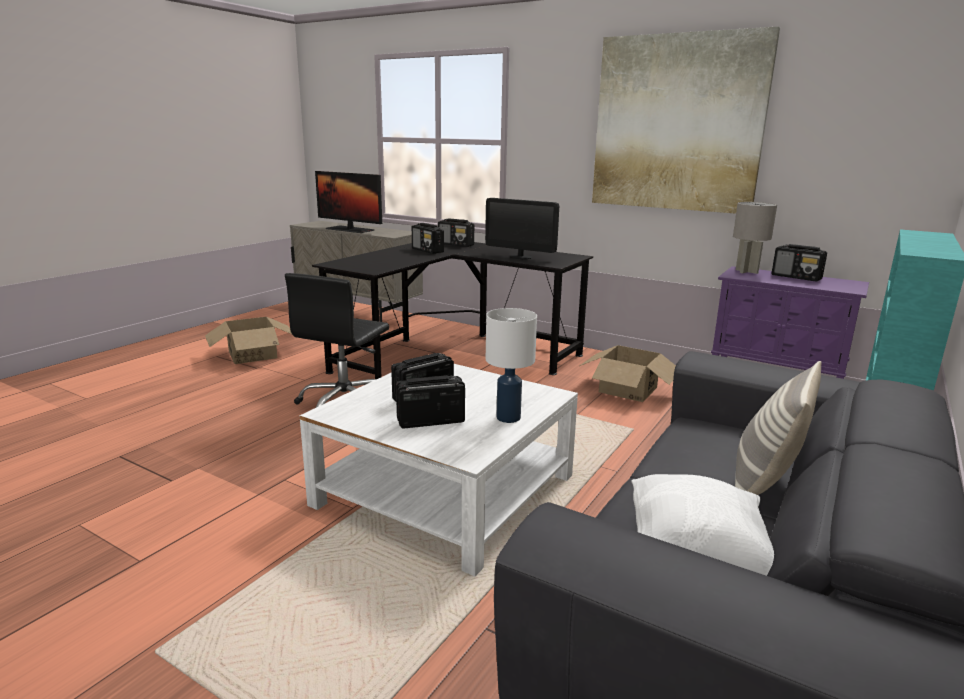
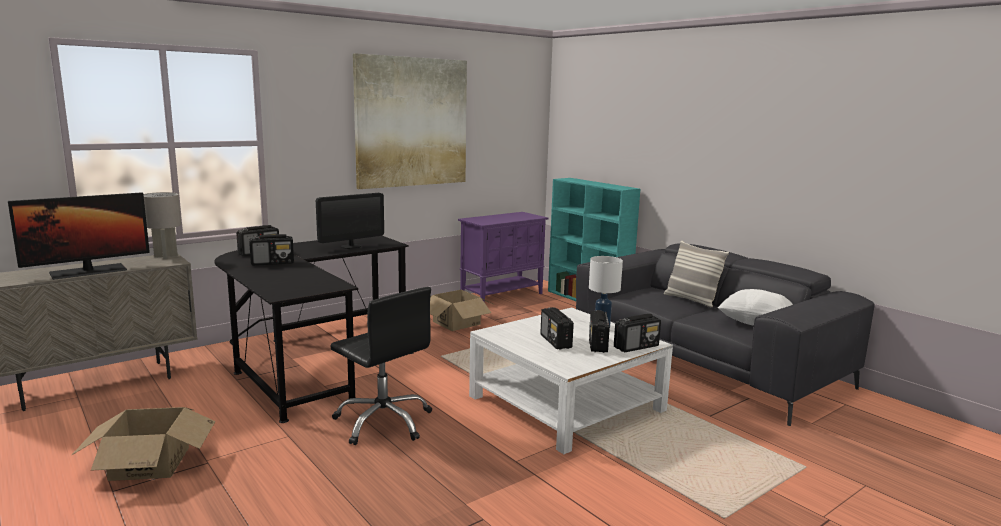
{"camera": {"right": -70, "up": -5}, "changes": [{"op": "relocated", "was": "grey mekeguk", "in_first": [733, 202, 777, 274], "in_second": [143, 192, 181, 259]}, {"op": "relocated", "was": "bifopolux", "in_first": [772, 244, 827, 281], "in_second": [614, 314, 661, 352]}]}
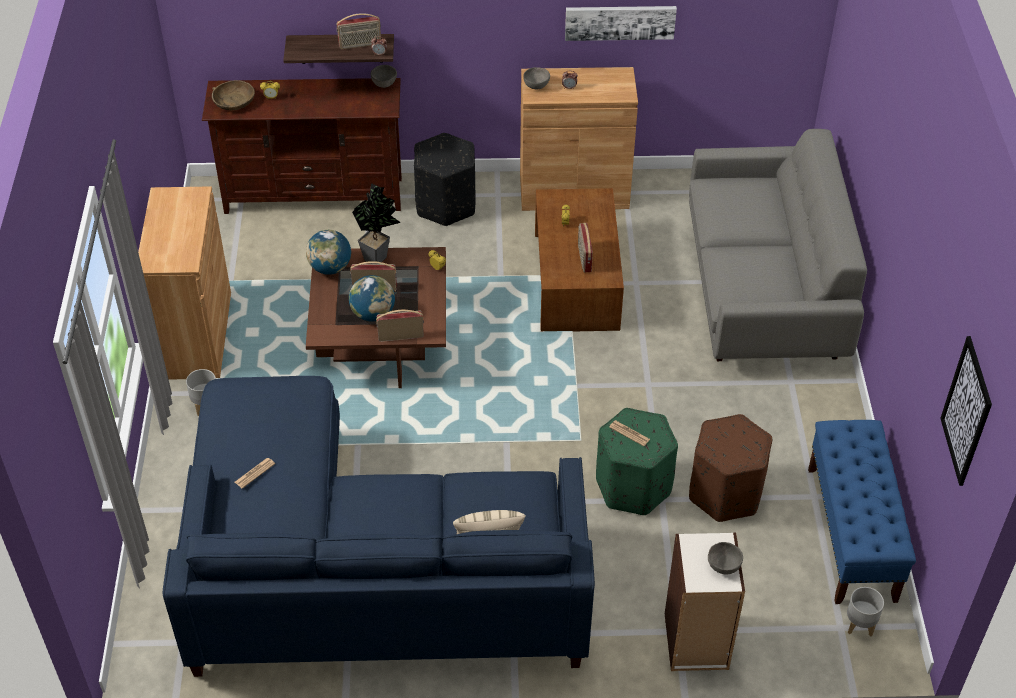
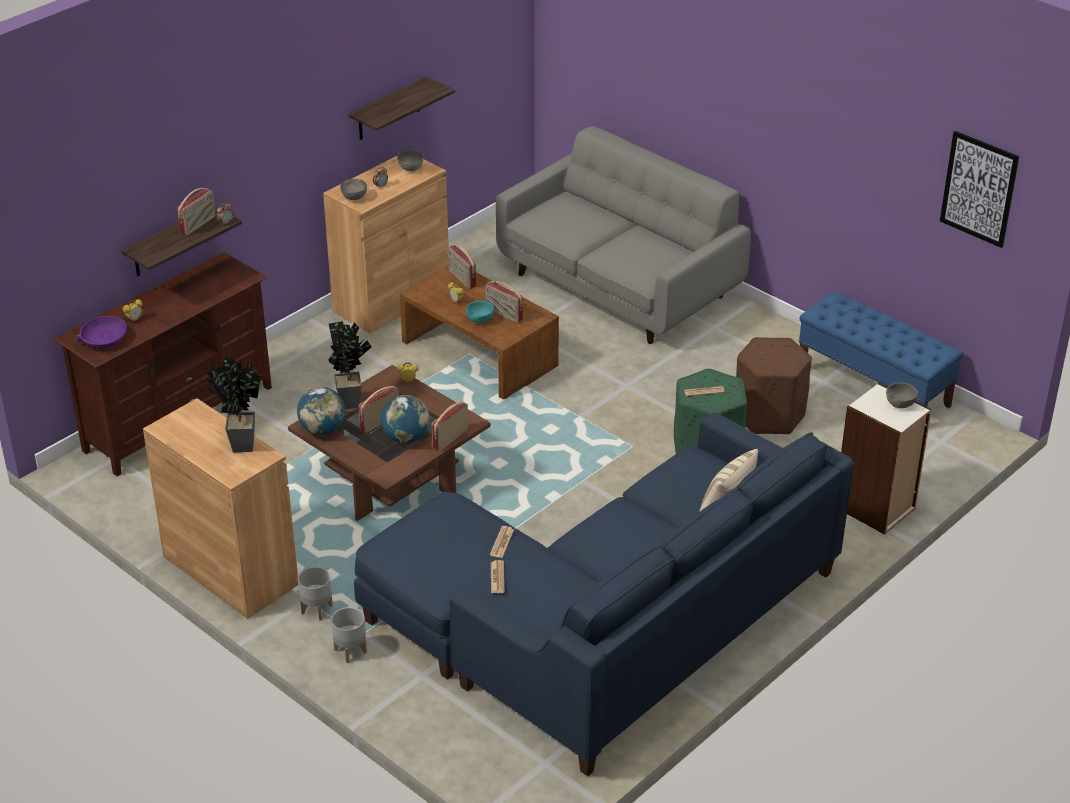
{"camera": {"right": -45, "up": -10}, "changes": [{"op": "colour", "was": "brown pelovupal", "now": "purple pelovupal", "in_first": [212, 80, 255, 110], "in_second": [76, 316, 127, 349]}, {"op": "relocated", "was": "grey pelovupal", "in_first": [371, 65, 397, 88], "in_second": [397, 150, 423, 171]}, {"op": "missing", "was": "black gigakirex", "in_first": [414, 133, 475, 226]}, {"op": "exchanged", "was": "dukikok", "now": "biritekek", "in_first": [565, 6, 677, 41], "in_second": [348, 77, 455, 140]}, {"op": "relocated", "was": "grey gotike", "in_first": [847, 587, 884, 637], "in_second": [331, 607, 367, 663]}, {"op": "appeared", "now": "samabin", "in_second": [207, 356, 261, 452]}, {"op": "appeared", "now": "bifopolux", "in_second": [448, 245, 476, 289]}, {"op": "appeared", "now": "turquoise pelovupal", "in_second": [466, 301, 494, 323]}, {"op": "appeared", "now": "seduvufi", "in_second": [490, 526, 514, 558]}]}
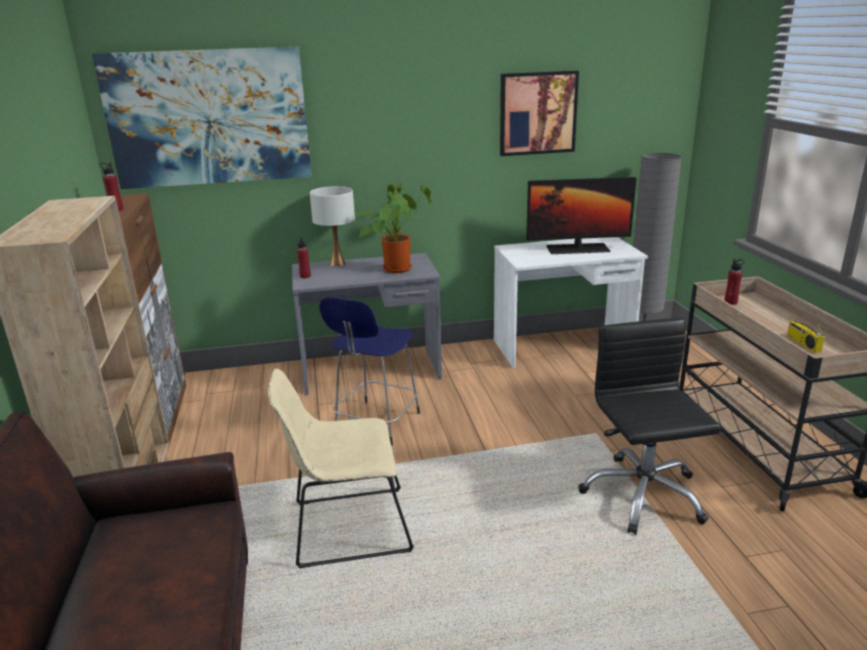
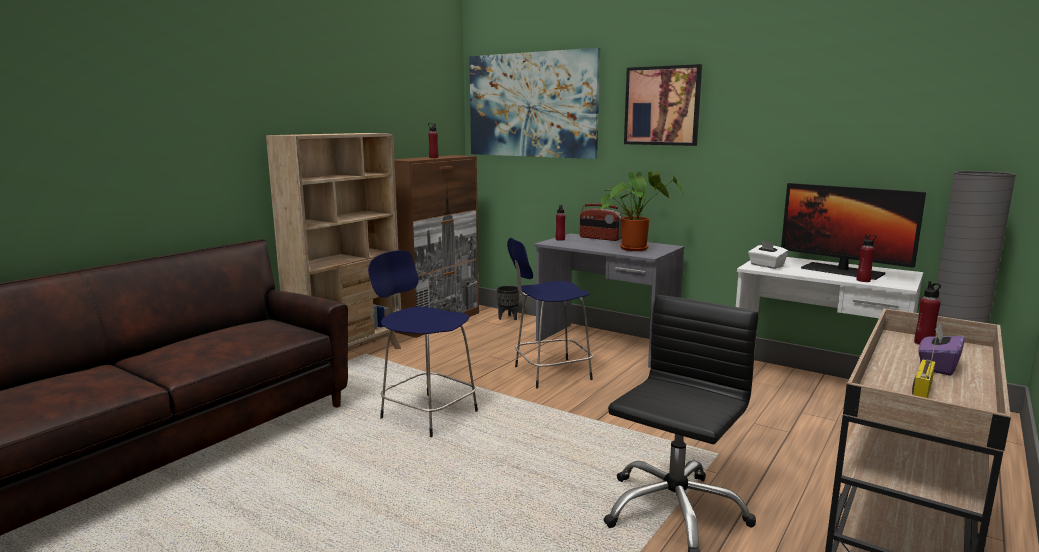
{"camera": {"right": 45, "up": -10}, "changes": [{"op": "exchanged", "was": "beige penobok", "now": "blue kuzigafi", "in_first": [268, 368, 414, 568], "in_second": [368, 250, 478, 437]}, {"op": "exchanged", "was": "white mekeguk", "now": "bifopolux", "in_first": [310, 186, 355, 266], "in_second": [580, 203, 623, 241]}, {"op": "relocated", "was": "dukikok", "in_first": [500, 70, 579, 156], "in_second": [624, 64, 702, 146]}, {"op": "appeared", "now": "black gotike", "in_second": [497, 286, 519, 320]}, {"op": "appeared", "now": "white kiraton", "in_second": [748, 240, 788, 269]}, {"op": "appeared", "now": "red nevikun", "in_second": [857, 234, 877, 282]}, {"op": "appeared", "now": "purple kiraton", "in_second": [918, 324, 965, 376]}]}
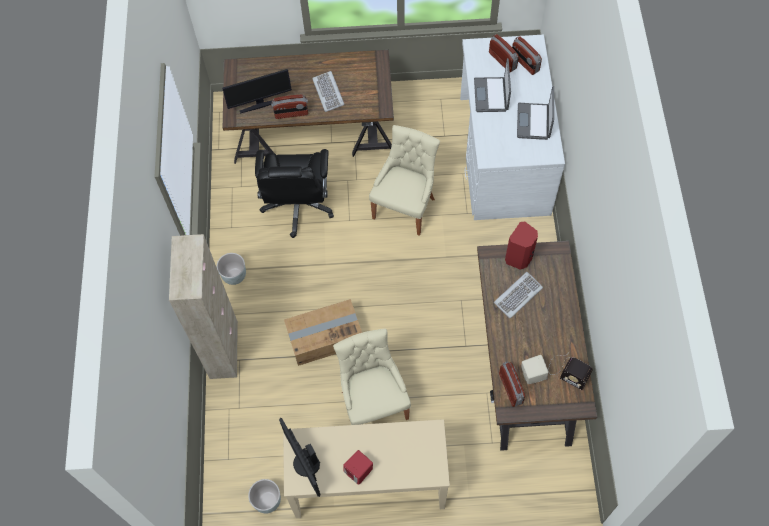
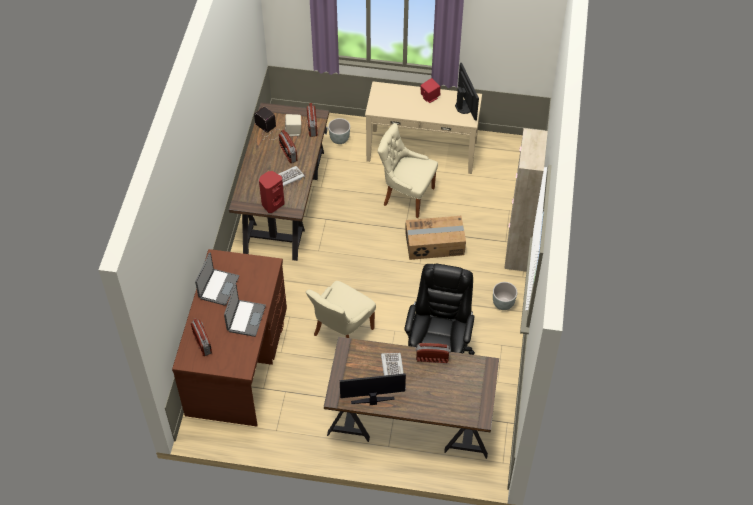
{"camera": {"right": -170, "up": -10}, "changes": [{"op": "relocated", "was": "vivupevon", "in_first": [222, 69, 292, 114], "in_second": [340, 373, 406, 405]}, {"op": "relocated", "was": "grey gotike", "in_first": [248, 479, 281, 514], "in_second": [328, 118, 350, 144]}, {"op": "spun", "was": "beige penobok", "in_first": [333, 329, 411, 425], "in_second": [378, 123, 438, 218], "clockwise": 120}, {"op": "colour", "was": "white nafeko", "now": "brown nafeko", "in_first": [460, 35, 565, 220], "in_second": [172, 249, 287, 427]}, {"op": "relocated", "was": "bifopolux", "in_first": [489, 34, 519, 72], "in_second": [279, 130, 297, 163]}]}
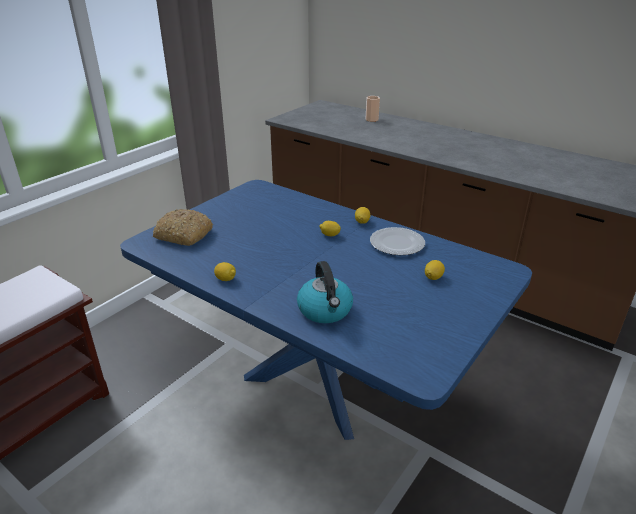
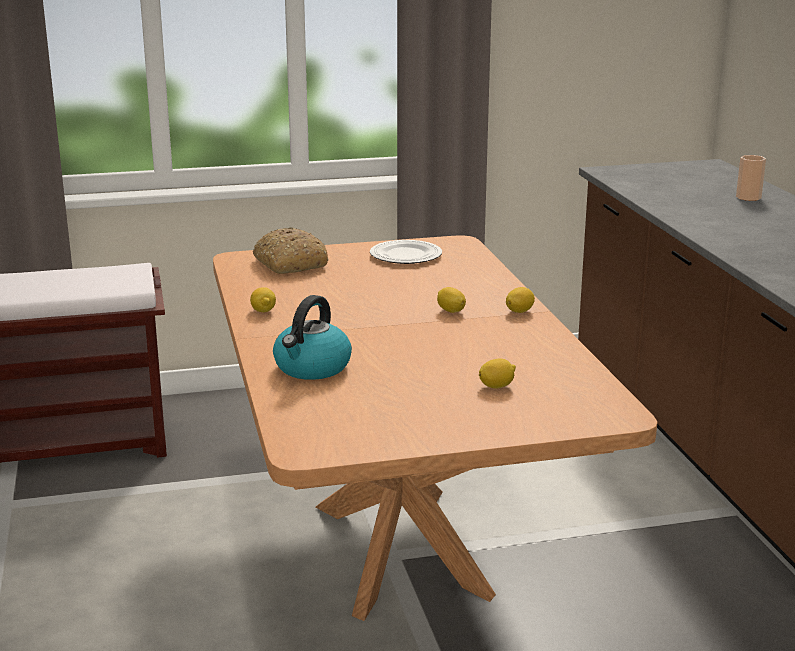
{"camera": {"right": 40, "up": -10}, "changes": [{"op": "colour", "was": "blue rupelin", "now": "brown rupelin", "in_first": [120, 180, 532, 440], "in_second": [213, 235, 657, 621]}, {"op": "relocated", "was": "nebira", "in_first": [370, 227, 425, 255], "in_second": [370, 240, 442, 264]}]}
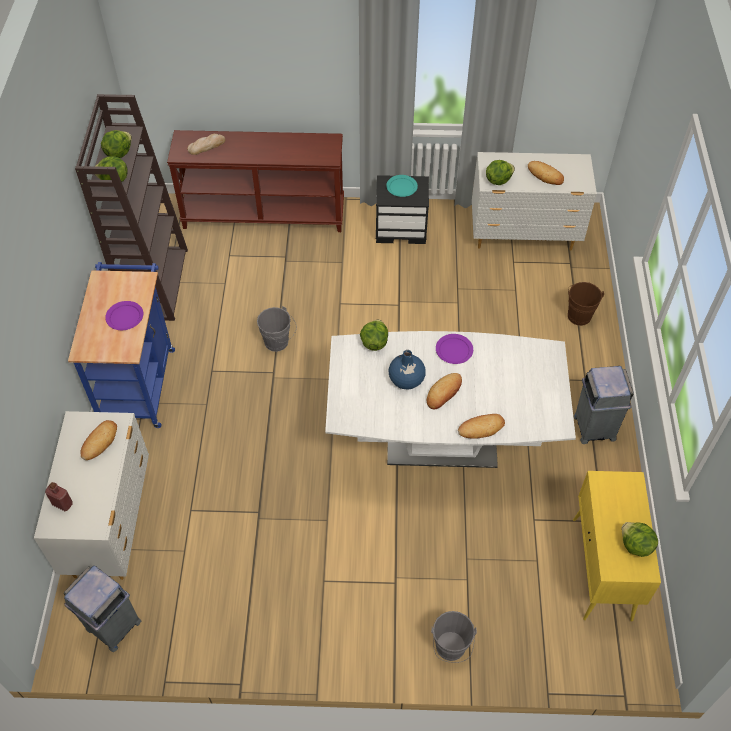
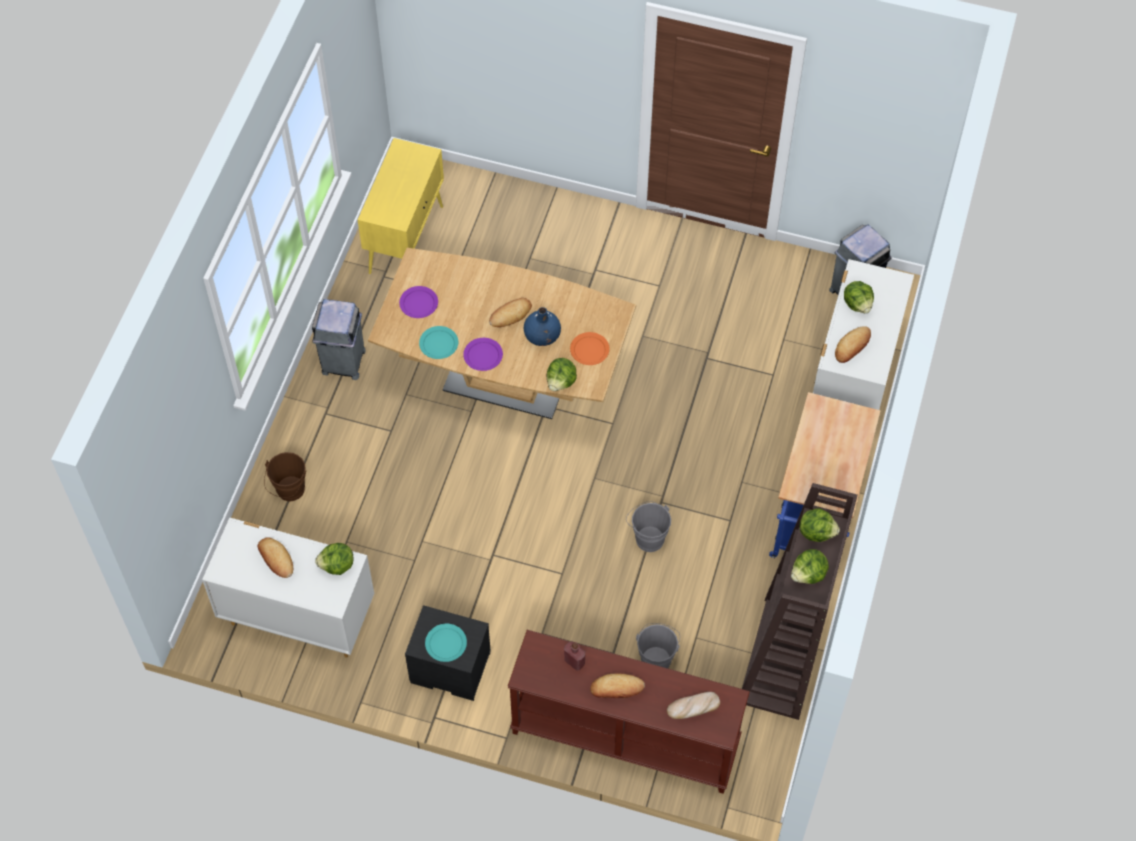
{"camera": {"right": -165, "up": 5}, "changes": [{"op": "relocated", "was": "red nevikun", "in_first": [45, 482, 73, 511], "in_second": [564, 641, 586, 671]}, {"op": "relocated", "was": "purple nebira", "in_first": [105, 301, 143, 330], "in_second": [399, 286, 438, 318]}, {"op": "colour", "was": "white rupelin", "now": "brown rupelin", "in_first": [325, 331, 576, 468], "in_second": [368, 248, 636, 419]}, {"op": "relocated", "was": "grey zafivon", "in_first": [431, 611, 477, 663], "in_second": [636, 623, 680, 668]}, {"op": "relocated", "was": "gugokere", "in_first": [458, 414, 505, 439], "in_second": [590, 674, 645, 698]}, {"op": "relocated", "was": "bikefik", "in_first": [622, 522, 658, 557], "in_second": [844, 281, 874, 313]}, {"op": "appeared", "now": "turquoise nebira", "in_second": [419, 326, 458, 359]}, {"op": "appeared", "now": "orange nebira", "in_second": [570, 332, 610, 365]}]}
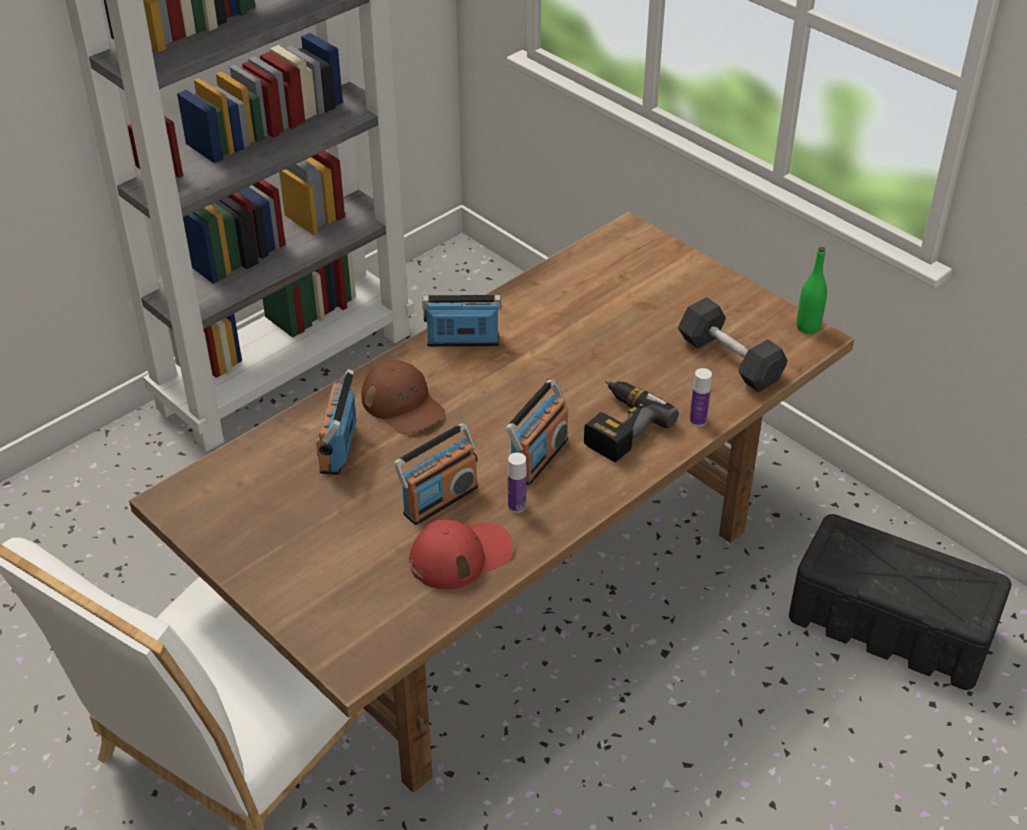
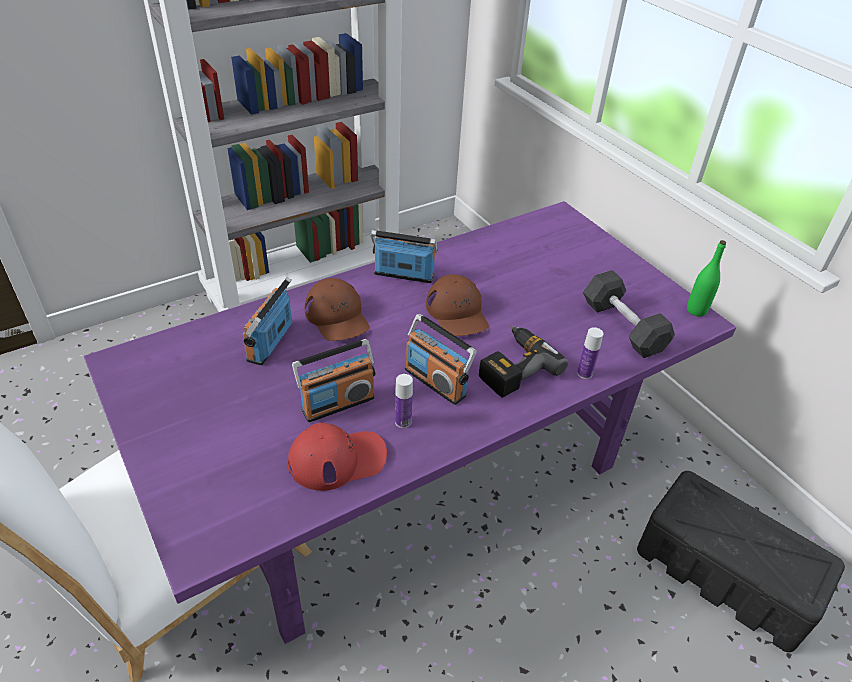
{"camera": {"right": 10, "up": 0}, "changes": [{"op": "colour", "was": "brown rupelin", "now": "purple rupelin", "in_first": [129, 212, 854, 792], "in_second": [84, 201, 736, 644]}, {"op": "spun", "was": "bifopolux", "in_first": [506, 379, 568, 485], "in_second": [405, 314, 477, 405], "clockwise": 90}, {"op": "appeared", "now": "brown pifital", "in_second": [426, 274, 489, 336]}]}
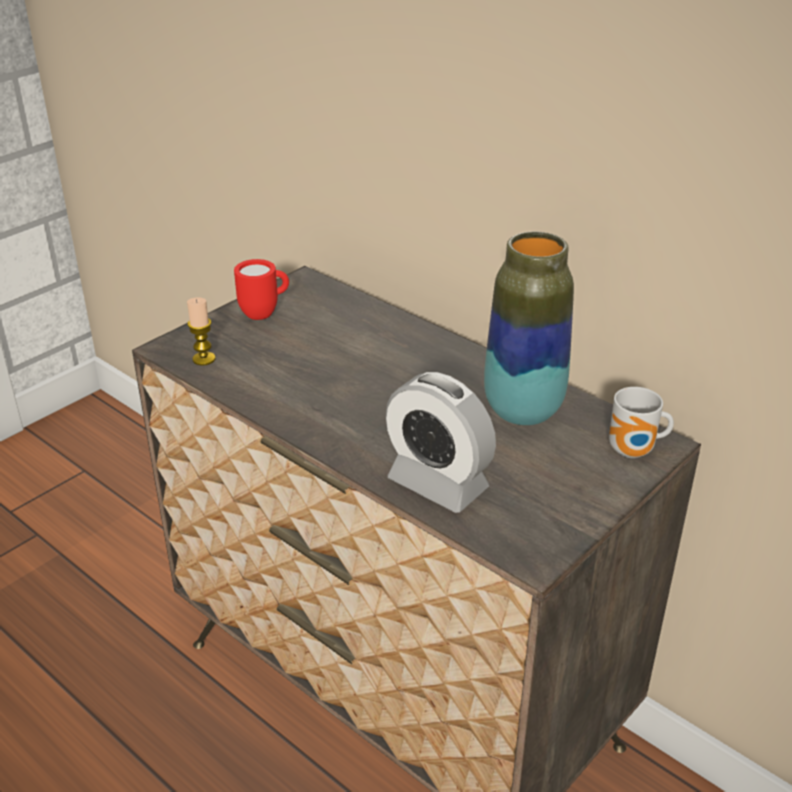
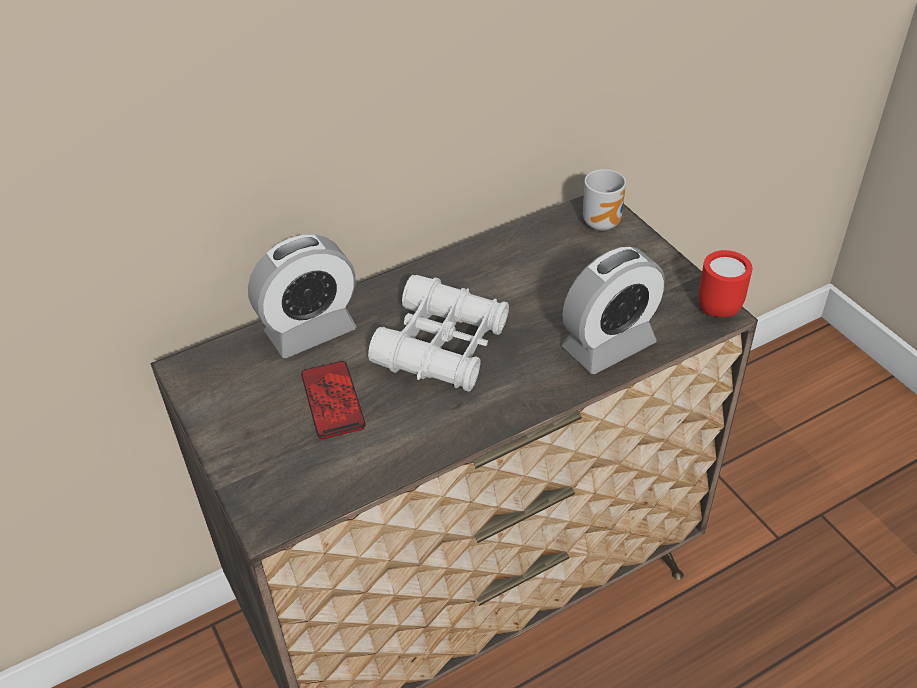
{"camera": {"right": -70, "up": 10}, "changes": [{"op": "missing", "was": "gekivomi", "in_first": [187, 297, 215, 366]}, {"op": "relocated", "was": "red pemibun", "in_first": [234, 259, 289, 320], "in_second": [699, 250, 752, 317]}, {"op": "missing", "was": "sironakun", "in_first": [484, 232, 574, 425]}, {"op": "appeared", "now": "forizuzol", "in_second": [248, 235, 357, 358]}, {"op": "appeared", "now": "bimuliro", "in_second": [301, 361, 366, 439]}, {"op": "appeared", "now": "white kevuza", "in_second": [368, 275, 509, 392]}]}
